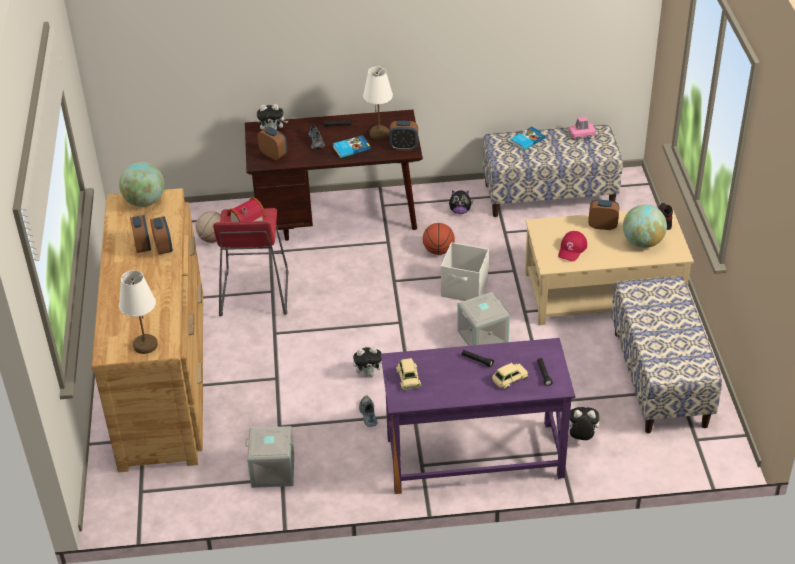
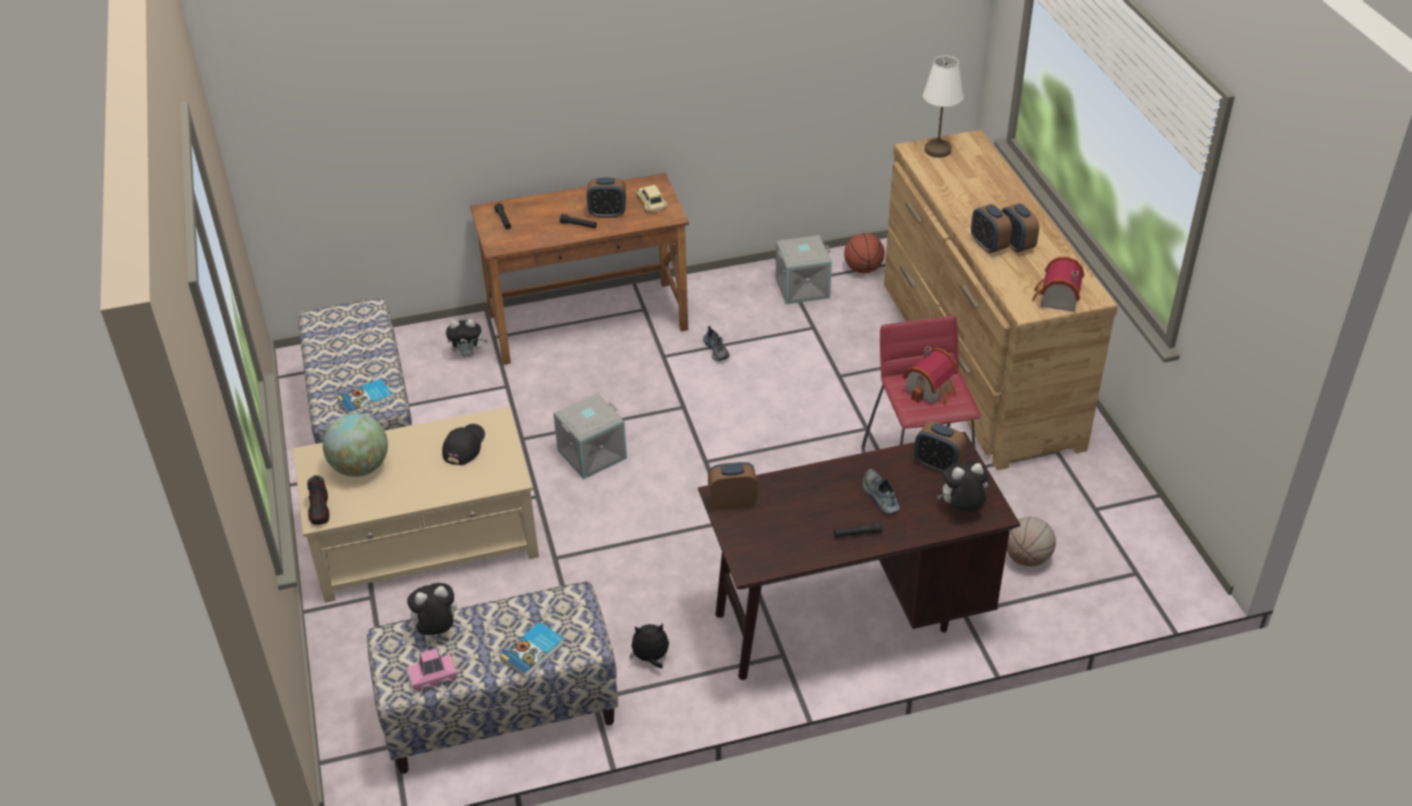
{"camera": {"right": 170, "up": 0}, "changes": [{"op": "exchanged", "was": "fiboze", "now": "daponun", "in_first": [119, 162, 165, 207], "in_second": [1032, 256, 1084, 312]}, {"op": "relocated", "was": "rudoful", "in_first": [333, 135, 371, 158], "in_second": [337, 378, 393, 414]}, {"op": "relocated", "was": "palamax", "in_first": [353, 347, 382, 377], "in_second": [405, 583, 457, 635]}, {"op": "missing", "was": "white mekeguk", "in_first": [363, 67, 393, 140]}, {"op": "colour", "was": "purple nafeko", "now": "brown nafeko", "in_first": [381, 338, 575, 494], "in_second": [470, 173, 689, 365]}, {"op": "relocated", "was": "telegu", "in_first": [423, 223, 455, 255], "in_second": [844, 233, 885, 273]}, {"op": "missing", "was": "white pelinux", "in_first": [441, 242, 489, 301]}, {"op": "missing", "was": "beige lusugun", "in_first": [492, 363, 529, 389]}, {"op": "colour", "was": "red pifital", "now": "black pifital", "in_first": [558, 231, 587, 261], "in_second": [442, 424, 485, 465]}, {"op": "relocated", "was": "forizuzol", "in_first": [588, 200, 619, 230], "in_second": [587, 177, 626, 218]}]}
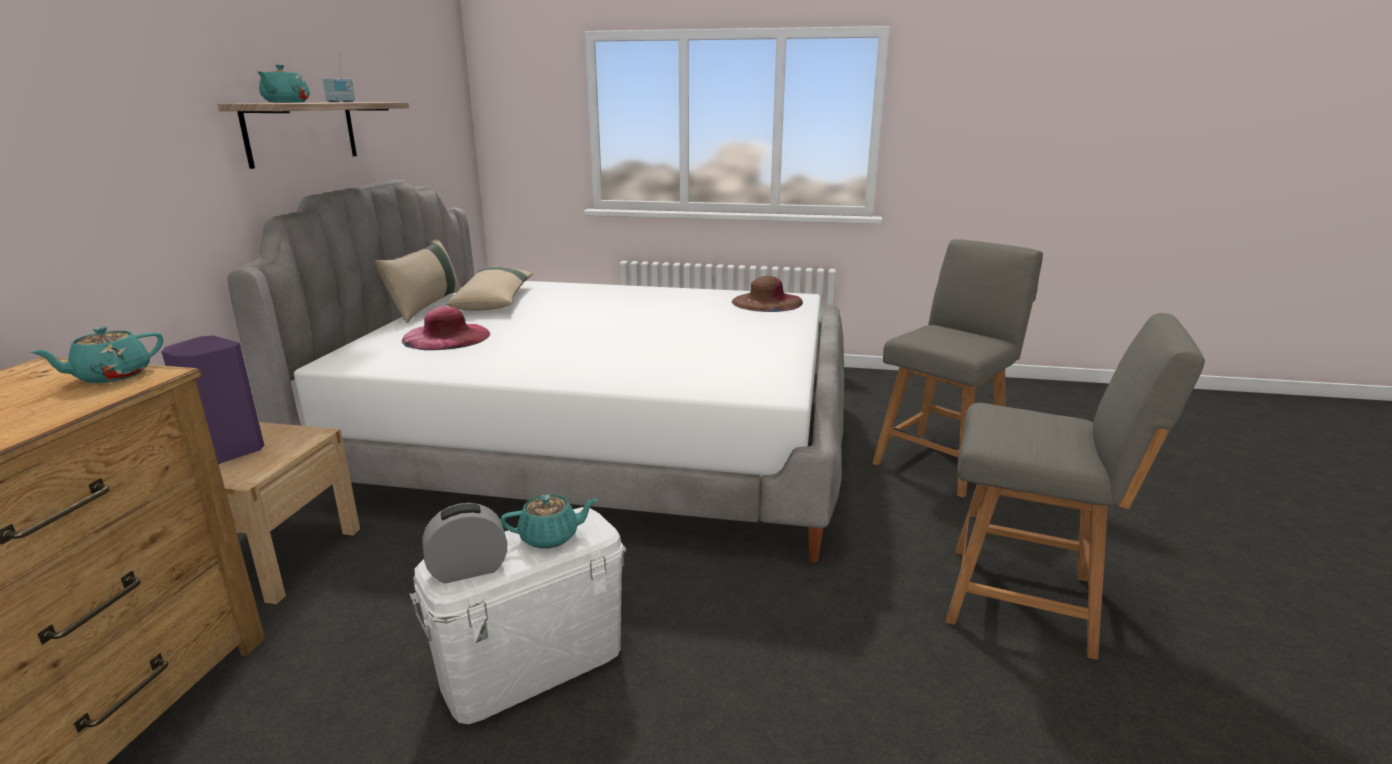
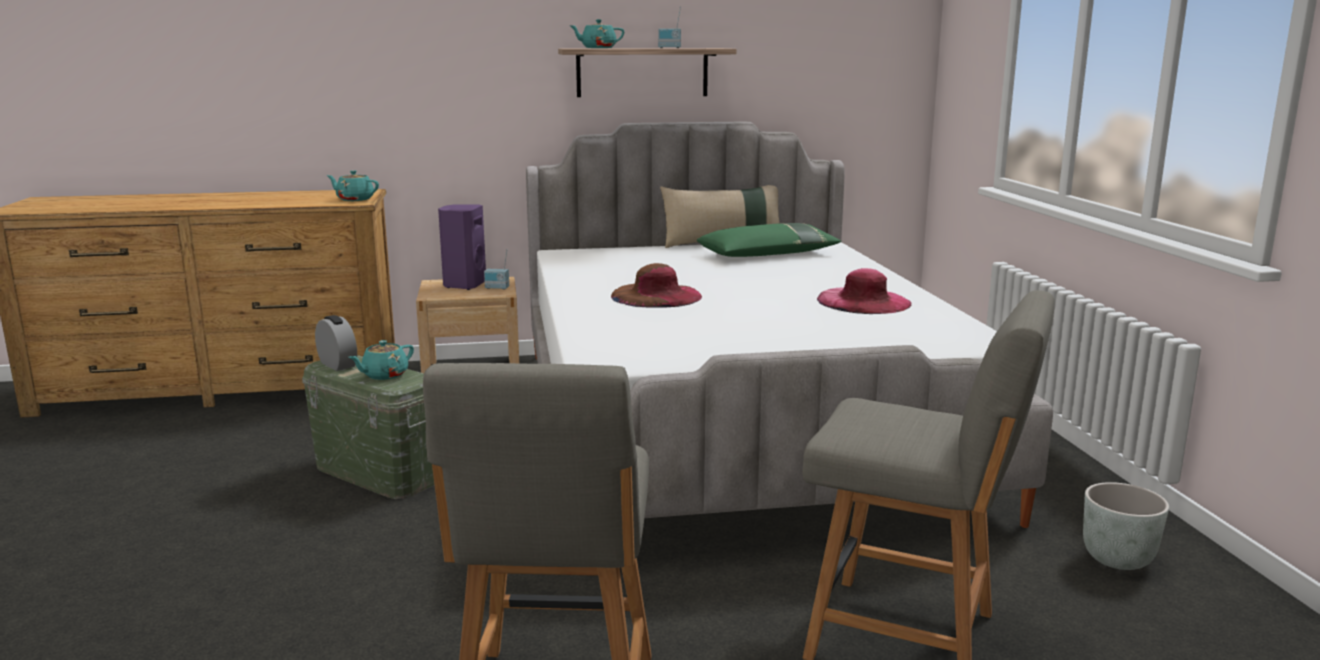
{"camera": {"right": 70, "up": -5}, "changes": [{"op": "relocated", "was": "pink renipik", "in_first": [402, 306, 490, 350], "in_second": [817, 268, 912, 314]}, {"op": "colour", "was": "white pelinux", "now": "green pelinux", "in_first": [410, 507, 626, 724], "in_second": [302, 355, 434, 499]}, {"op": "colour", "was": "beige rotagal", "now": "green rotagal", "in_first": [446, 267, 533, 311], "in_second": [697, 223, 842, 257]}, {"op": "spun", "was": "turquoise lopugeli", "in_first": [500, 494, 598, 549], "in_second": [348, 340, 414, 380], "clockwise": 75}, {"op": "relocated", "was": "brown renipik", "in_first": [732, 276, 803, 312], "in_second": [611, 263, 702, 308]}, {"op": "appeared", "now": "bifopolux", "in_second": [484, 249, 509, 289]}, {"op": "appeared", "now": "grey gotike", "in_second": [1083, 482, 1169, 570]}]}
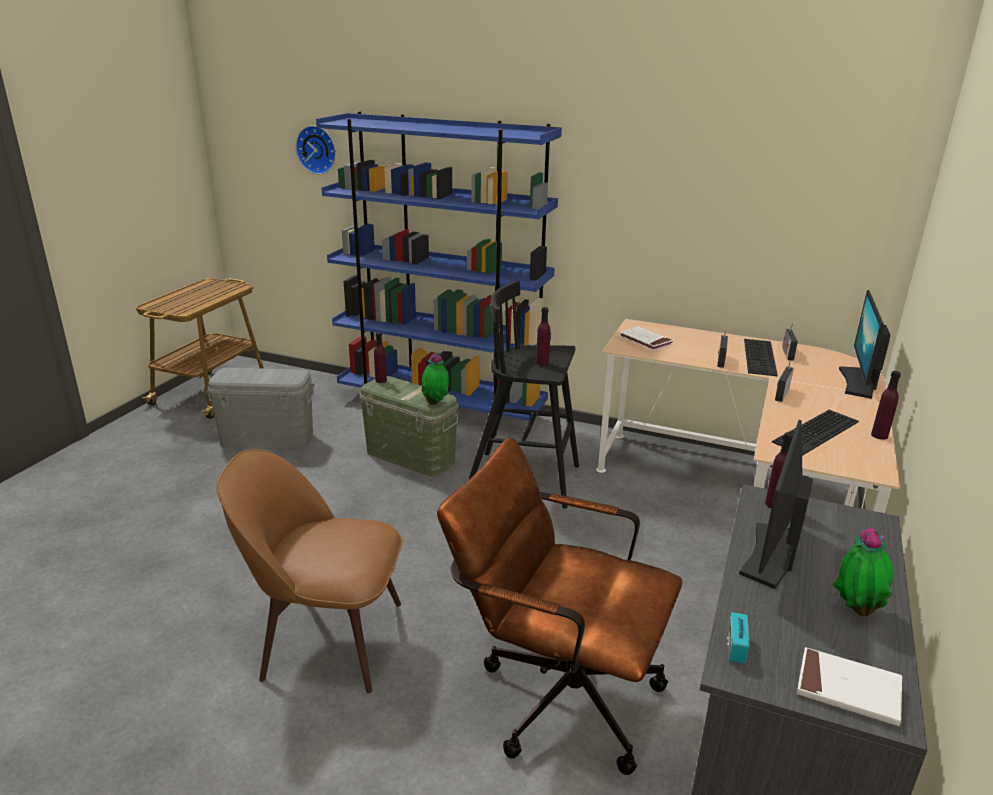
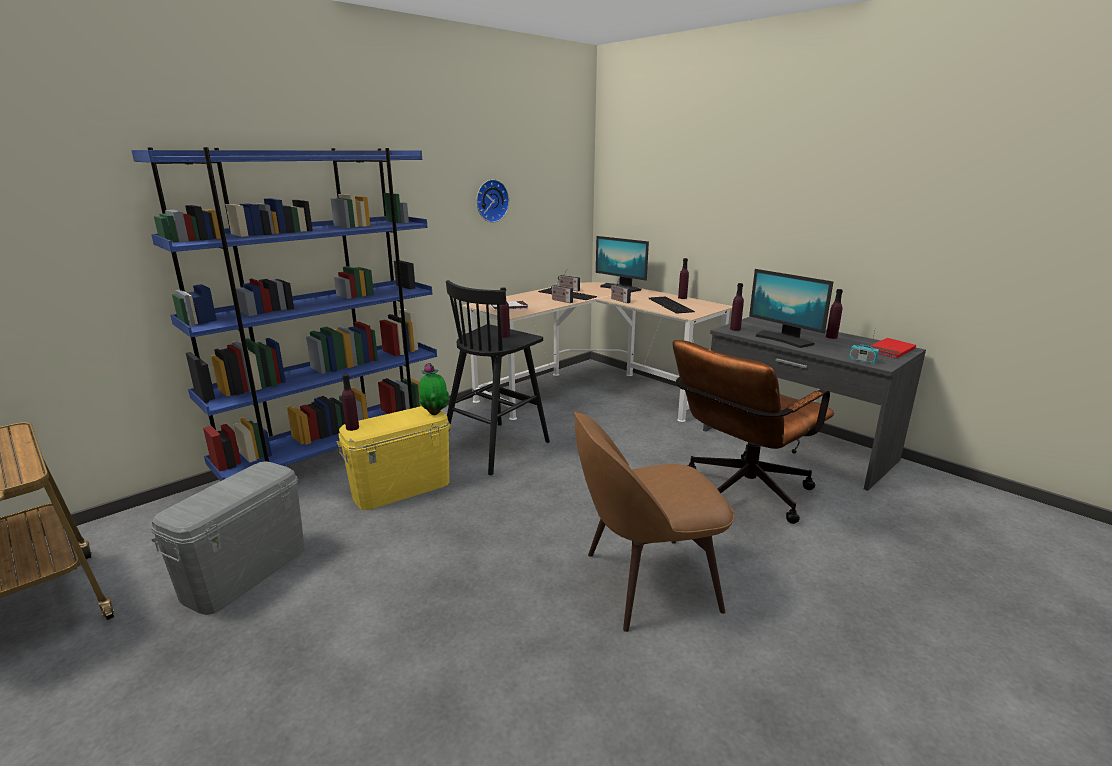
{"camera": {"right": -65, "up": -5}, "changes": [{"op": "spun", "was": "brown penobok", "in_first": [217, 449, 403, 693], "in_second": [574, 411, 735, 632], "clockwise": 45}, {"op": "relocated", "was": "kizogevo", "in_first": [295, 125, 336, 175], "in_second": [476, 179, 509, 223]}, {"op": "colour", "was": "green pelinux", "now": "yellow pelinux", "in_first": [360, 376, 459, 476], "in_second": [337, 406, 451, 510]}, {"op": "colour", "was": "white rudoful", "now": "red rudoful", "in_first": [797, 647, 902, 726], "in_second": [868, 338, 916, 359]}, {"op": "exchanged", "was": "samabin", "now": "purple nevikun", "in_first": [833, 528, 893, 616], "in_second": [826, 289, 843, 339]}]}
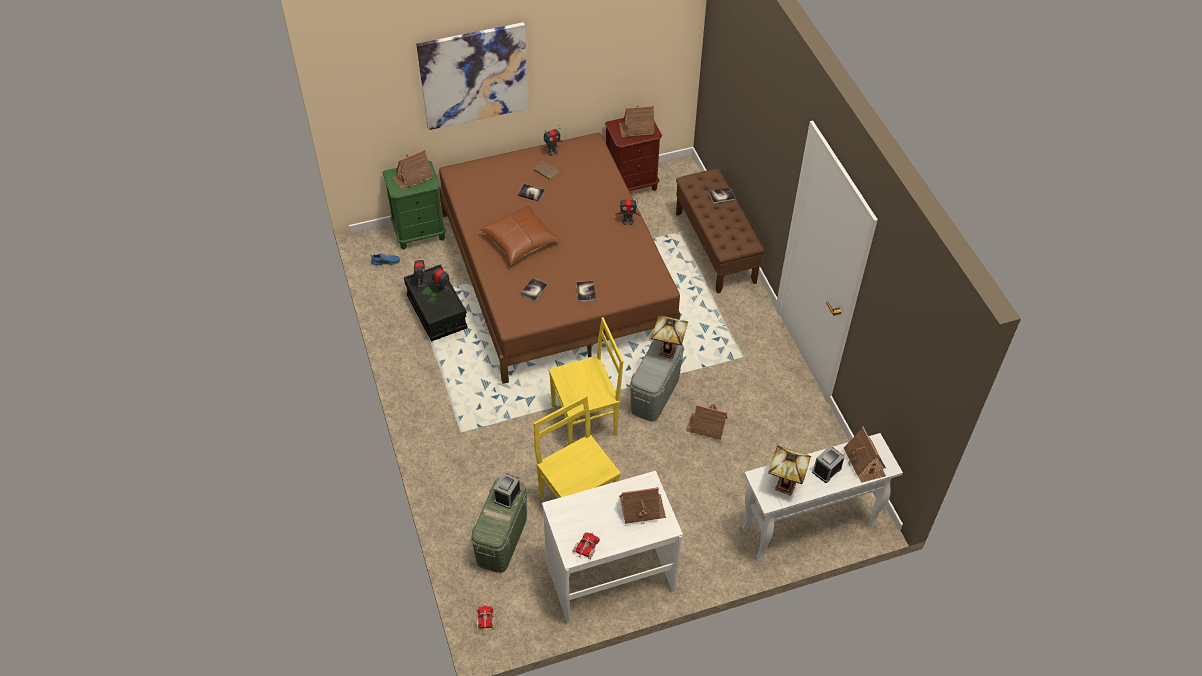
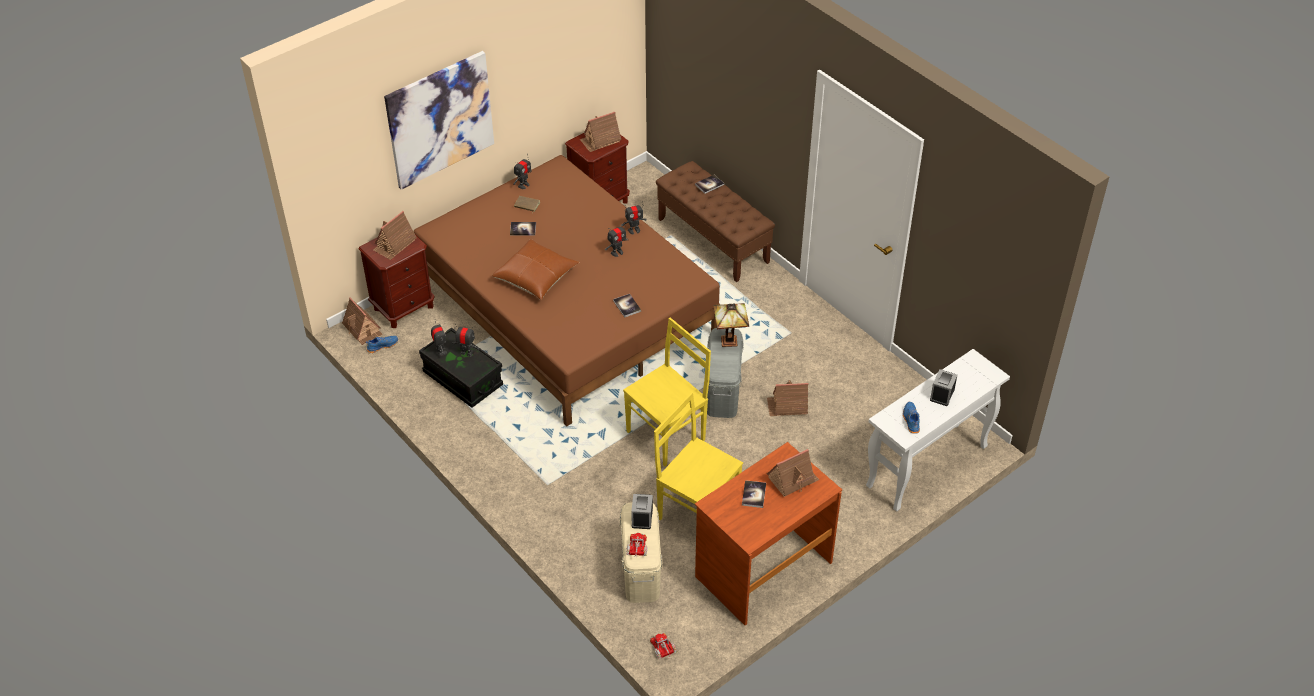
{"camera": {"right": -20, "up": -5}, "changes": [{"op": "colour", "was": "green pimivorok", "now": "brown pimivorok", "in_first": [382, 161, 446, 250], "in_second": [358, 236, 435, 328]}, {"op": "colour", "was": "green pelinux", "now": "beige pelinux", "in_first": [471, 478, 527, 573], "in_second": [620, 502, 663, 603]}, {"op": "relocated", "was": "rudoful", "in_first": [520, 278, 548, 302], "in_second": [742, 480, 766, 508]}, {"op": "colour", "was": "white nafeko", "now": "brown nafeko", "in_first": [542, 471, 683, 624], "in_second": [695, 442, 842, 626]}, {"op": "relocated", "was": "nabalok", "in_first": [572, 532, 600, 559], "in_second": [626, 532, 648, 557]}, {"op": "exchanged", "was": "mekeguk", "now": "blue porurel", "in_first": [768, 446, 811, 496], "in_second": [903, 402, 920, 434]}, {"op": "relocated", "was": "daponun", "in_first": [844, 426, 886, 483], "in_second": [342, 297, 383, 345]}, {"op": "appeared", "now": "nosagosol", "in_second": [605, 222, 628, 257]}]}
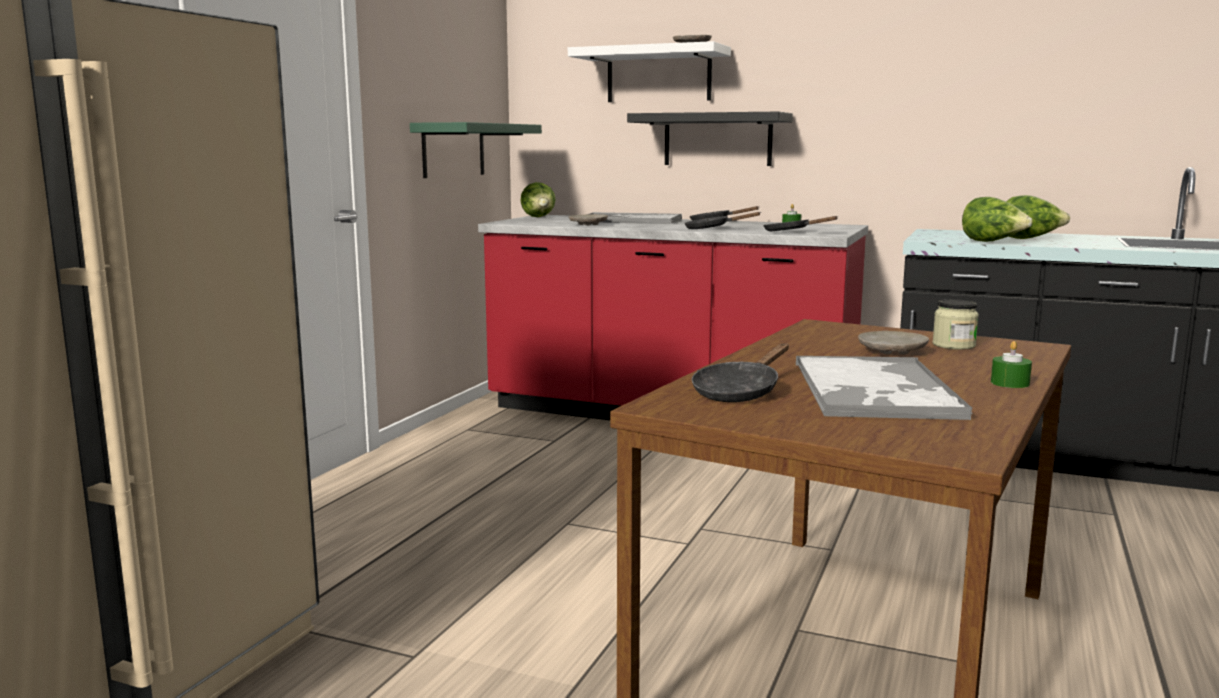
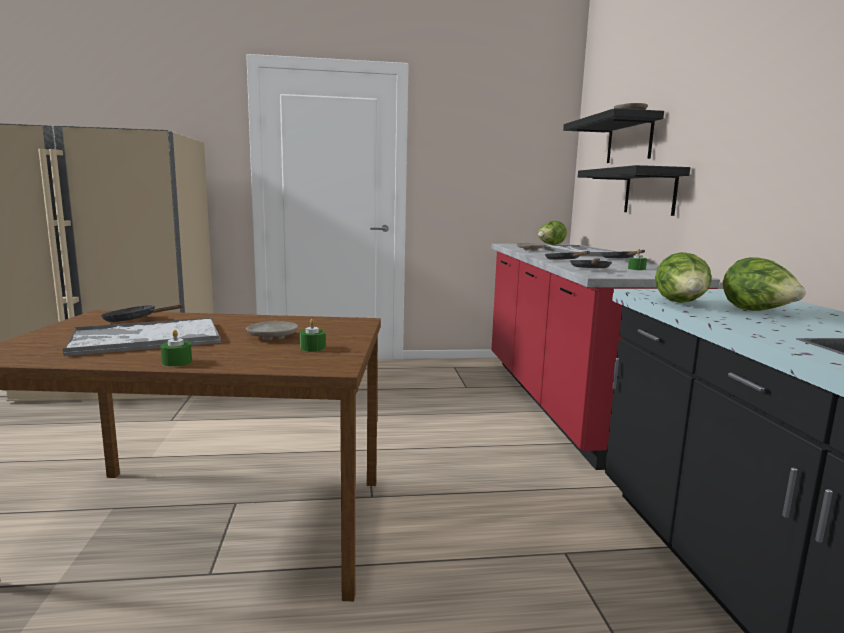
{"camera": {"right": 60, "up": 0}, "changes": [{"op": "missing", "was": "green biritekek", "in_first": [410, 122, 542, 178]}, {"op": "colour", "was": "white biritekek", "now": "black biritekek", "in_first": [568, 41, 731, 102], "in_second": [563, 108, 664, 163]}, {"op": "exchanged", "was": "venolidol", "now": "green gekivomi", "in_first": [932, 299, 979, 350], "in_second": [299, 319, 325, 352]}]}
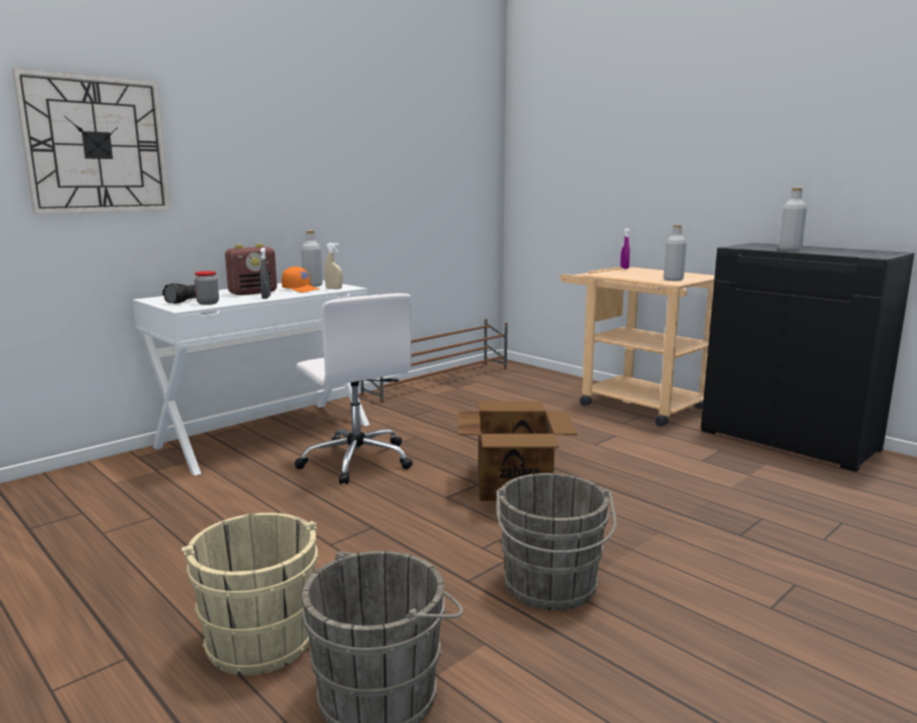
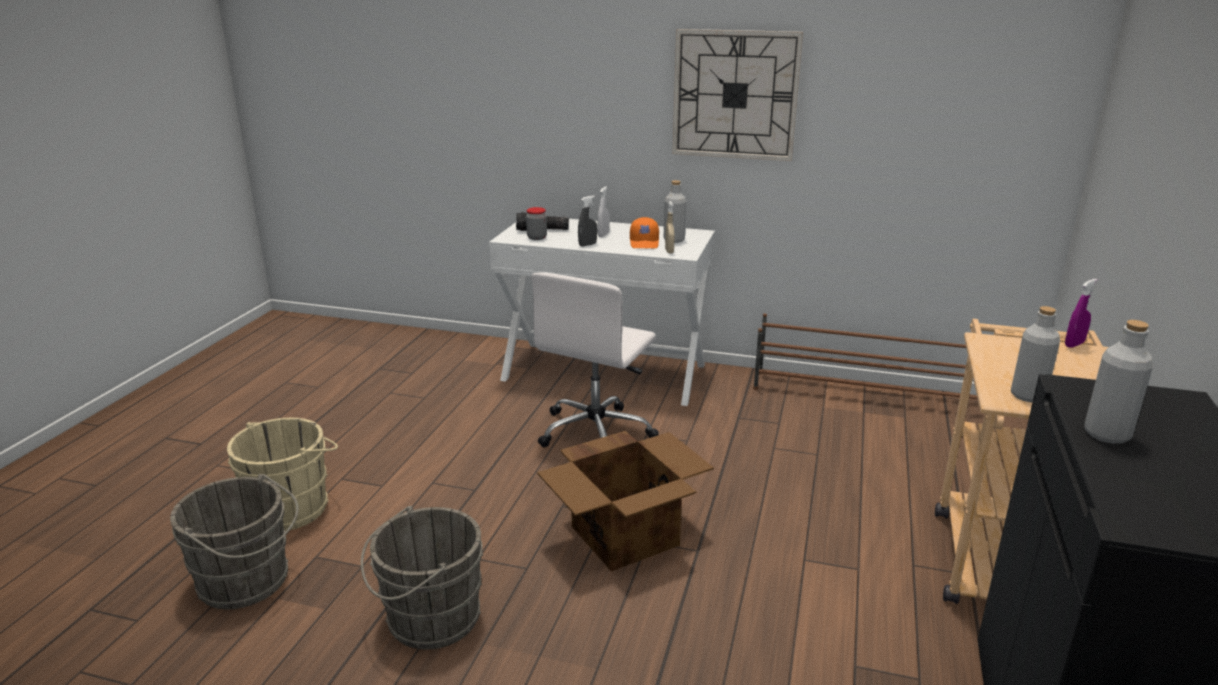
{"camera": {"right": 60, "up": 10}, "changes": [{"op": "relocated", "was": "kizogevo", "in_first": [12, 68, 170, 214], "in_second": [672, 29, 803, 161]}, {"op": "exchanged", "was": "bifopolux", "now": "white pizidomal", "in_first": [225, 244, 277, 295], "in_second": [597, 186, 610, 237]}]}
